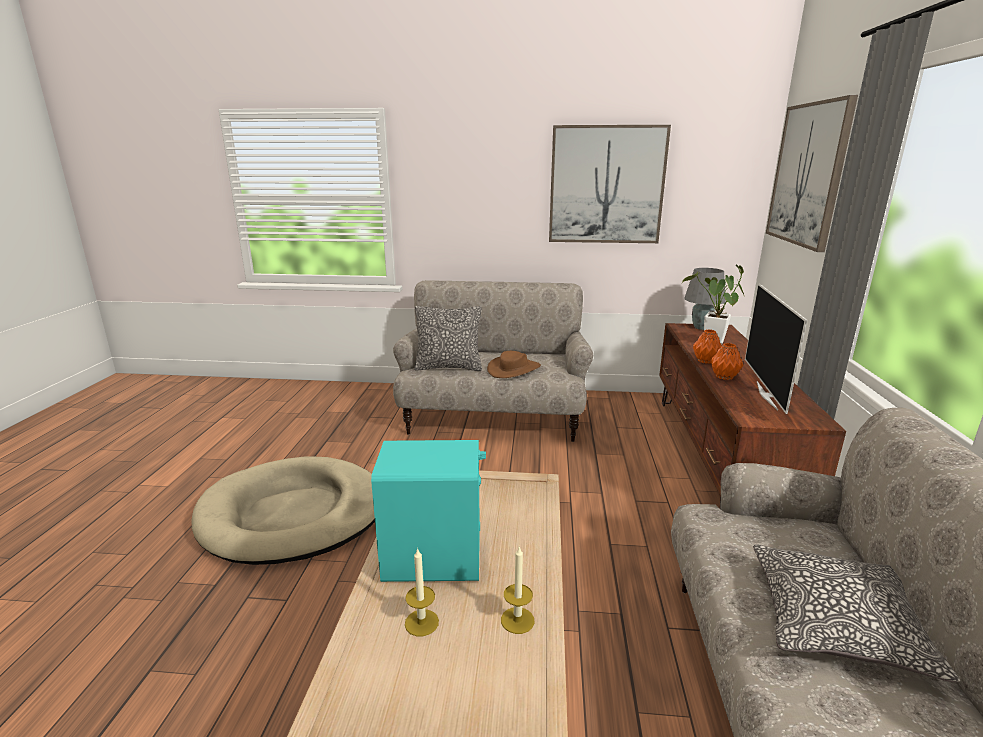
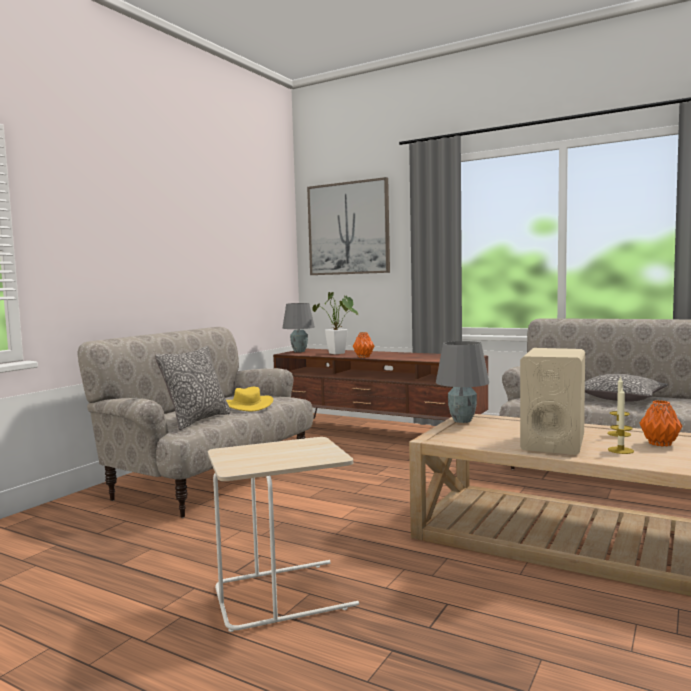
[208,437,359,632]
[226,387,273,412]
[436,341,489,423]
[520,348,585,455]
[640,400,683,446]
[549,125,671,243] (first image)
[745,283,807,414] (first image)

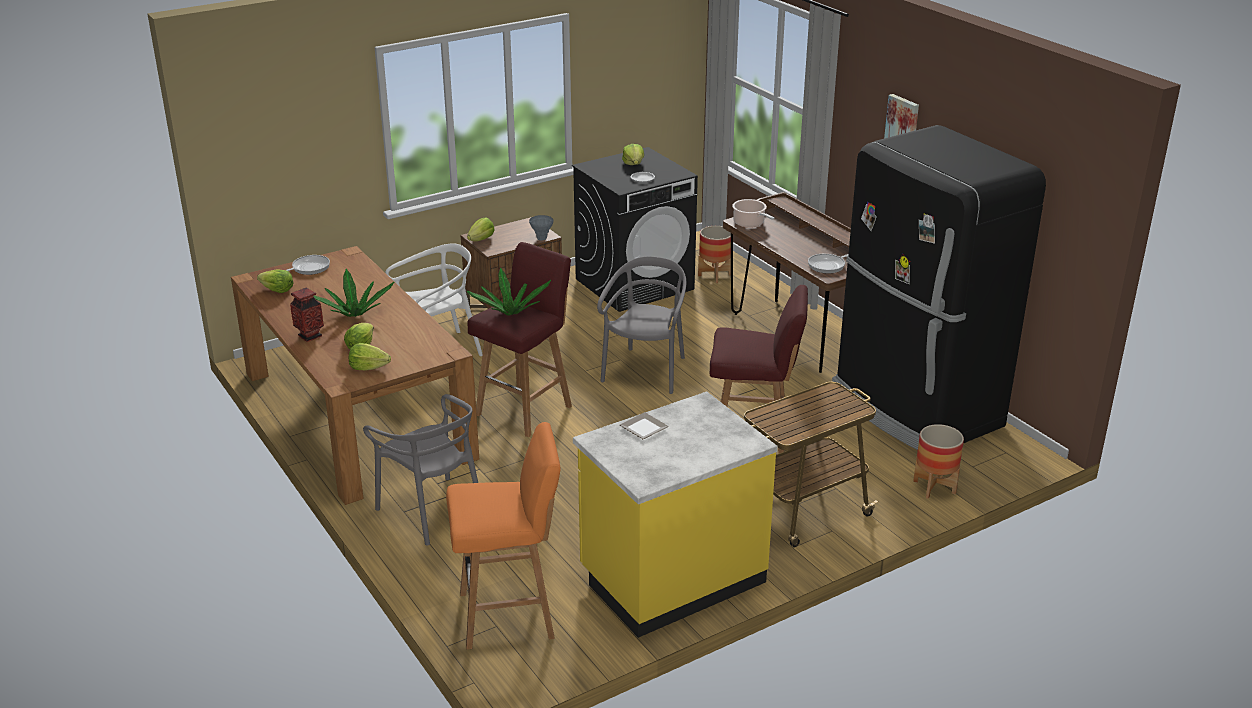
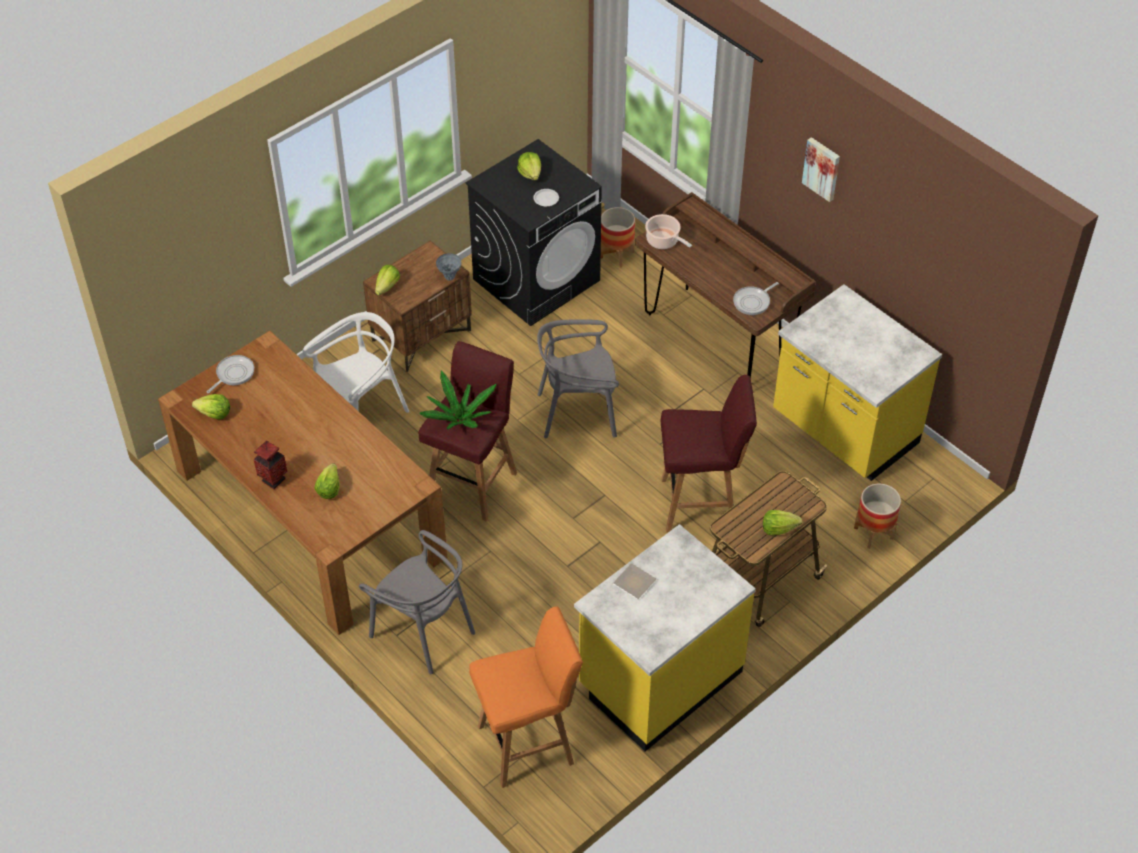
[537,319,619,438]
[763,510,802,535]
[773,284,942,481]
[313,269,394,317] (first image)

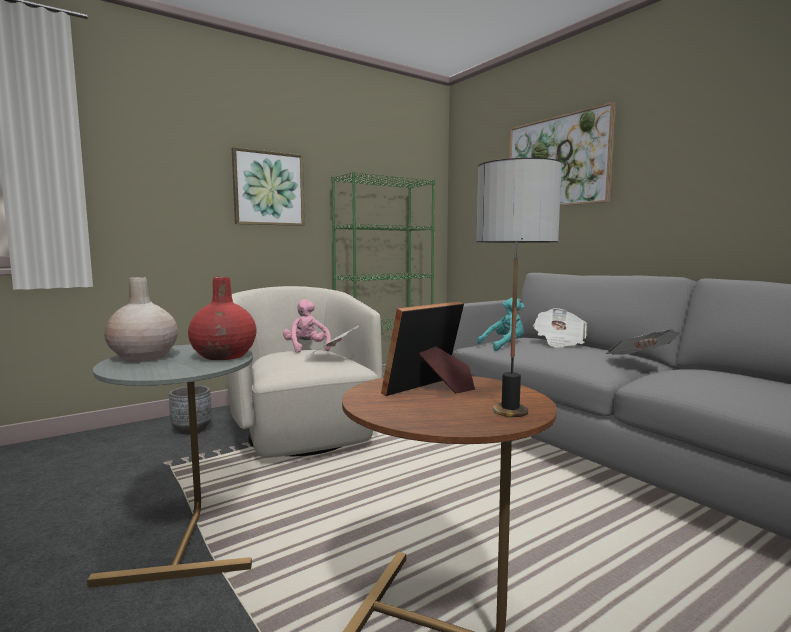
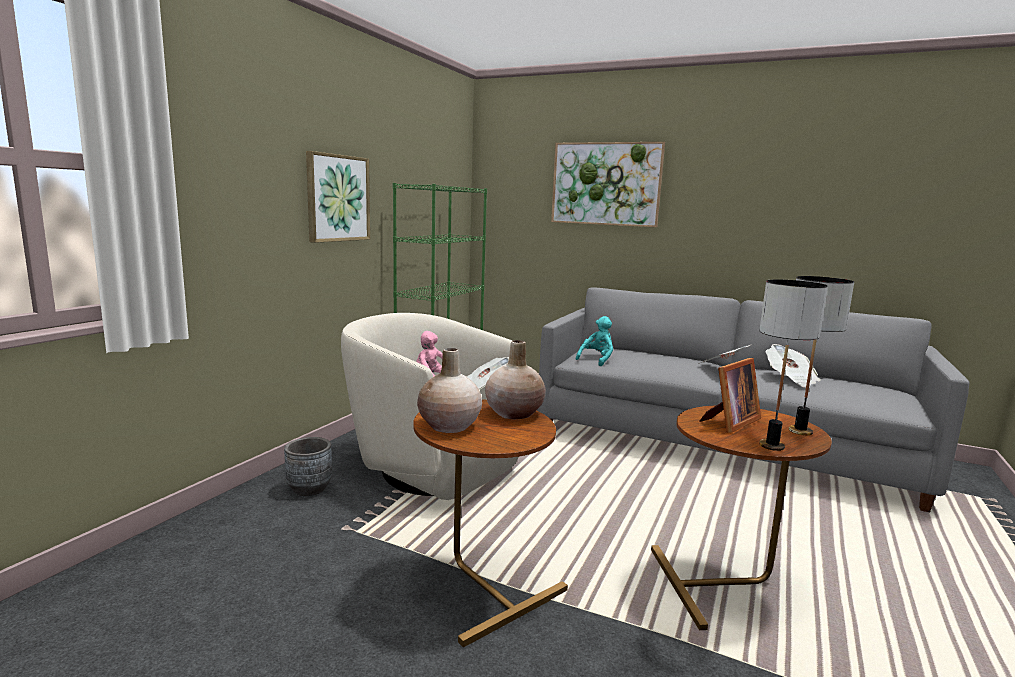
[413,399,568,647]
[485,340,546,419]
[700,358,761,433]
[759,279,828,451]
[766,344,821,388]

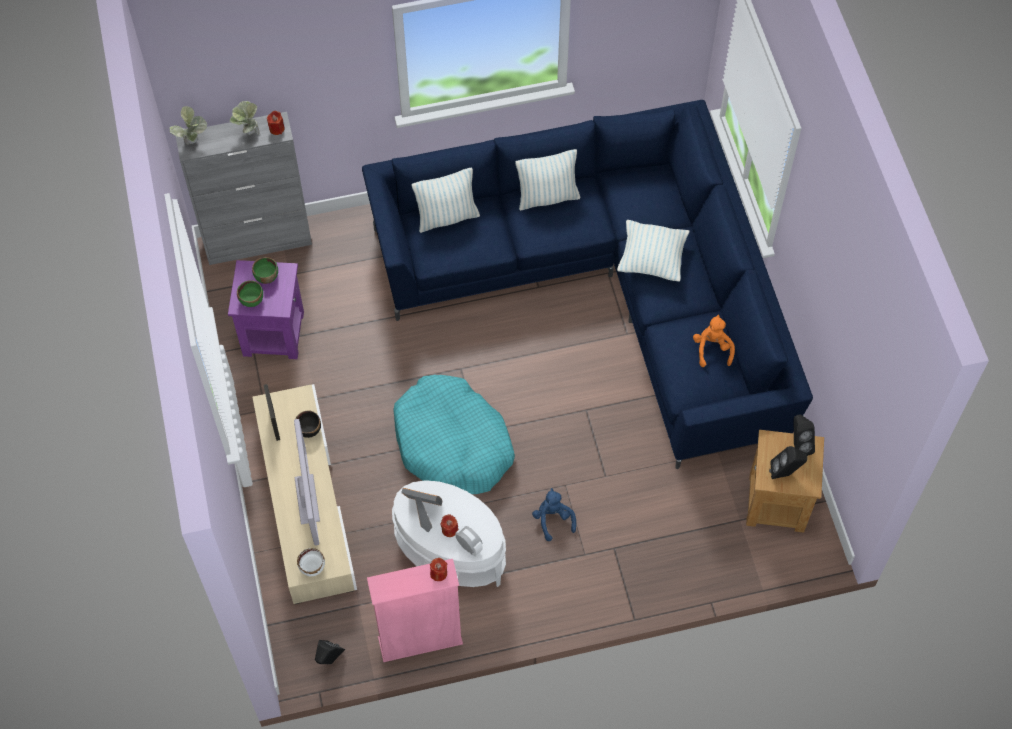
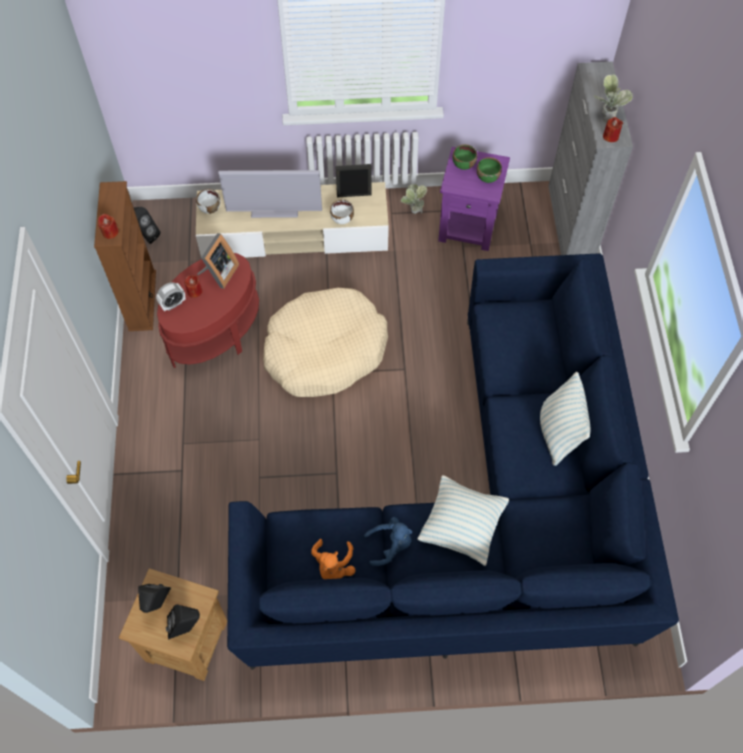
[94,181,156,331]
[157,253,259,368]
[263,288,388,397]
[311,539,356,579]
[330,199,354,224]
[364,517,412,566]
[401,184,427,214]
[412,167,480,233] (first image)

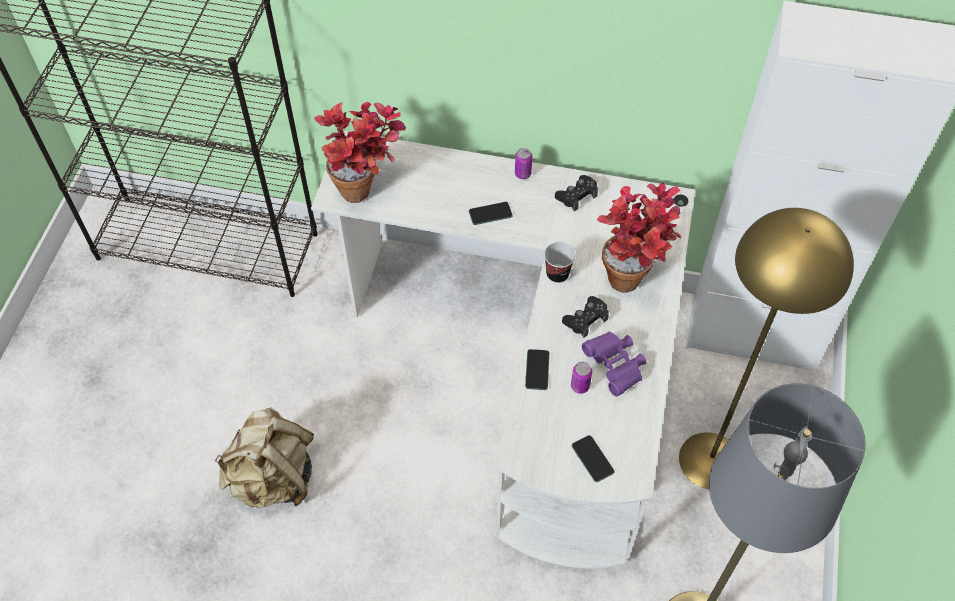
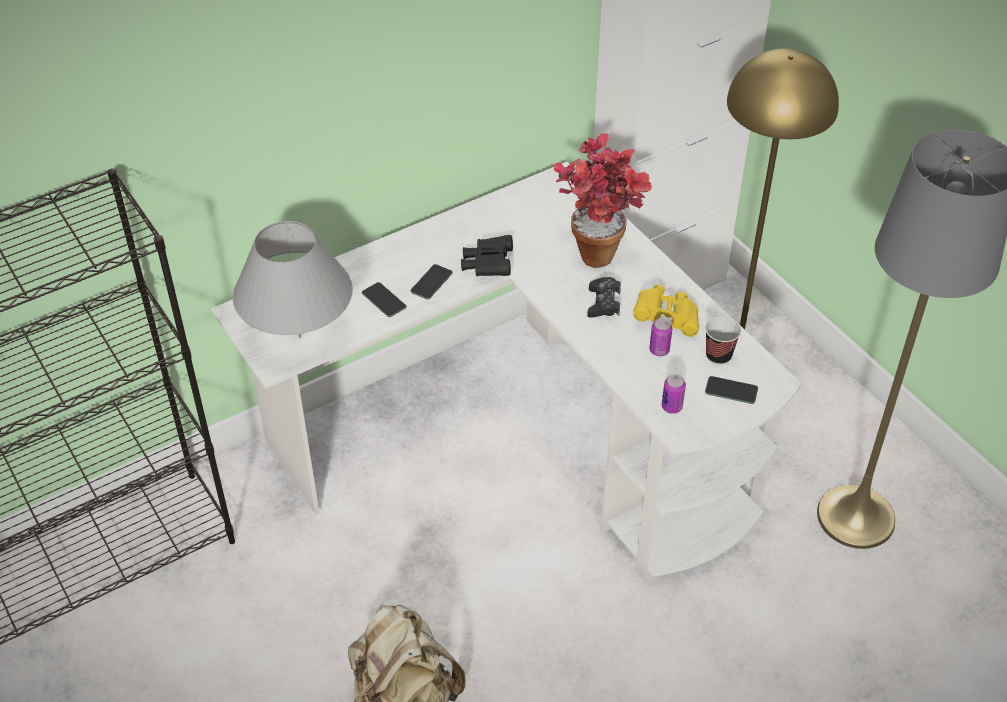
[233,221,353,338]
[362,282,406,317]
[461,235,513,276]
[633,285,699,337]
[662,374,686,414]
[705,316,741,365]
[555,175,598,211] (first image)

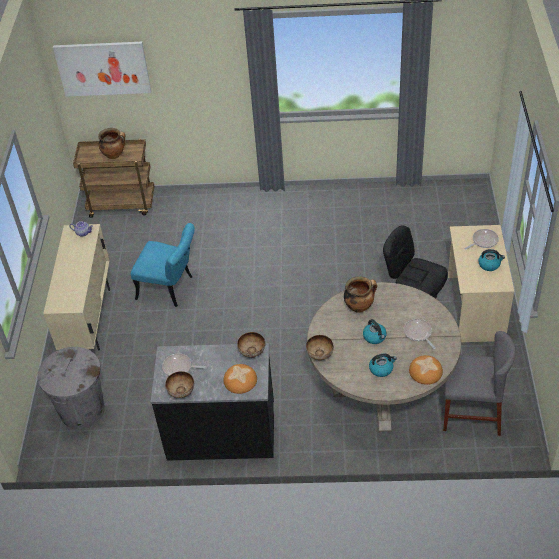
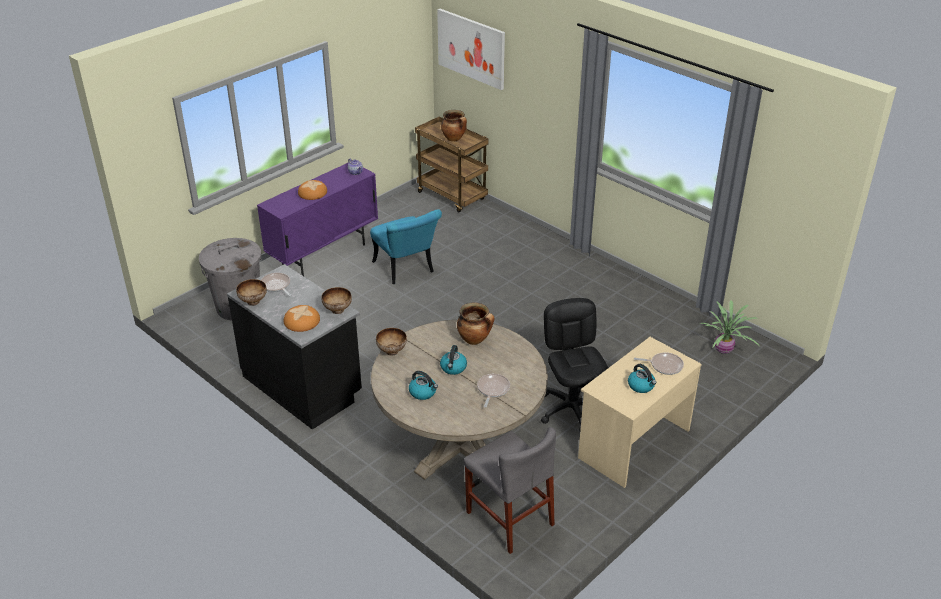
[257,163,378,276]
[298,180,327,200]
[700,300,759,354]

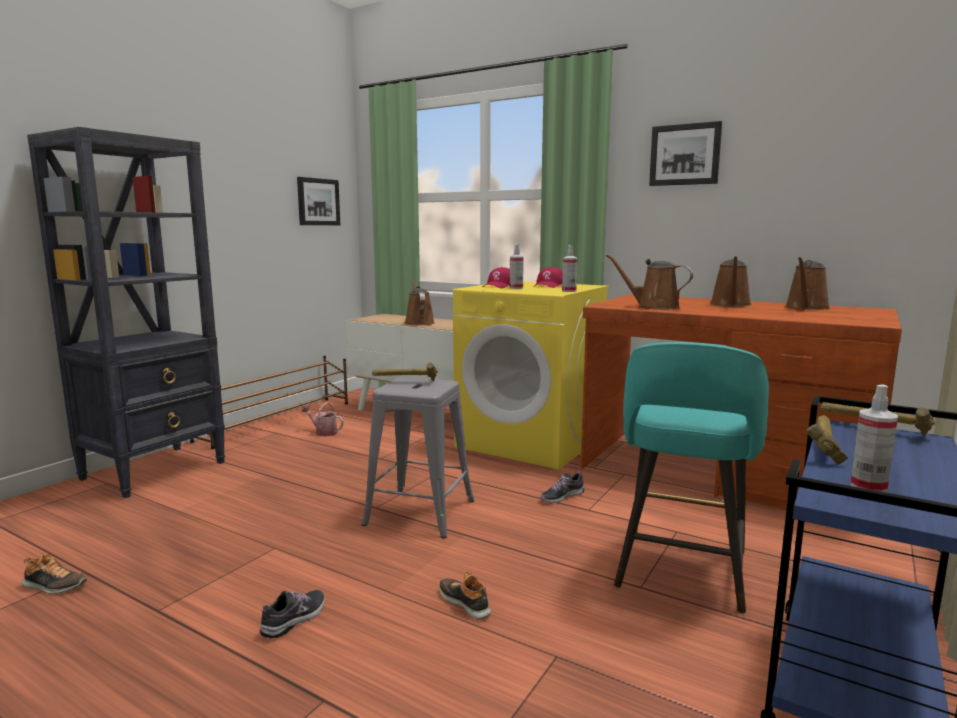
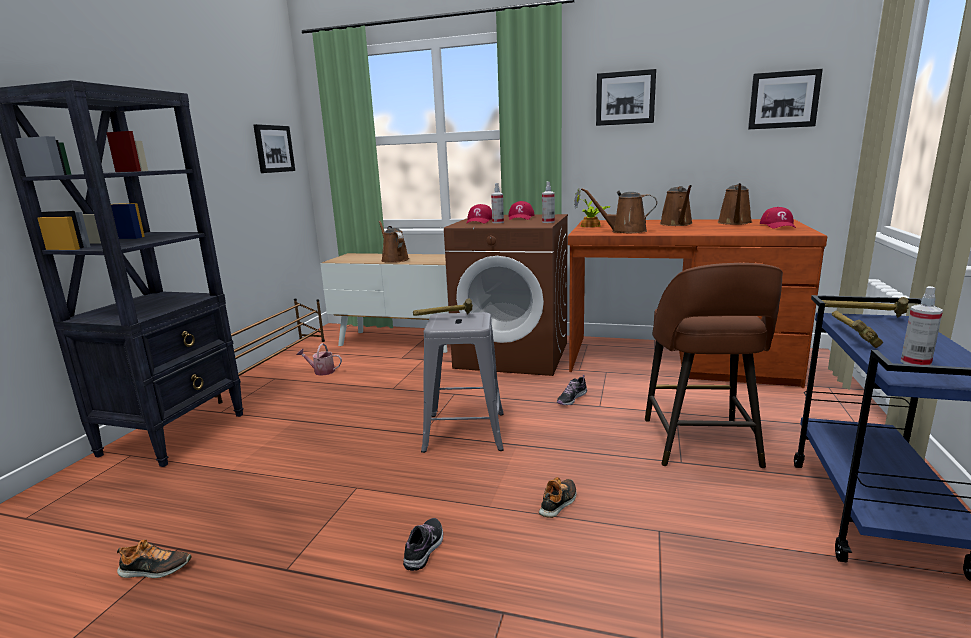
[444,214,568,376]
[539,477,576,518]
[574,190,611,227]
[645,263,783,468]
[748,69,823,130]
[760,207,796,229]

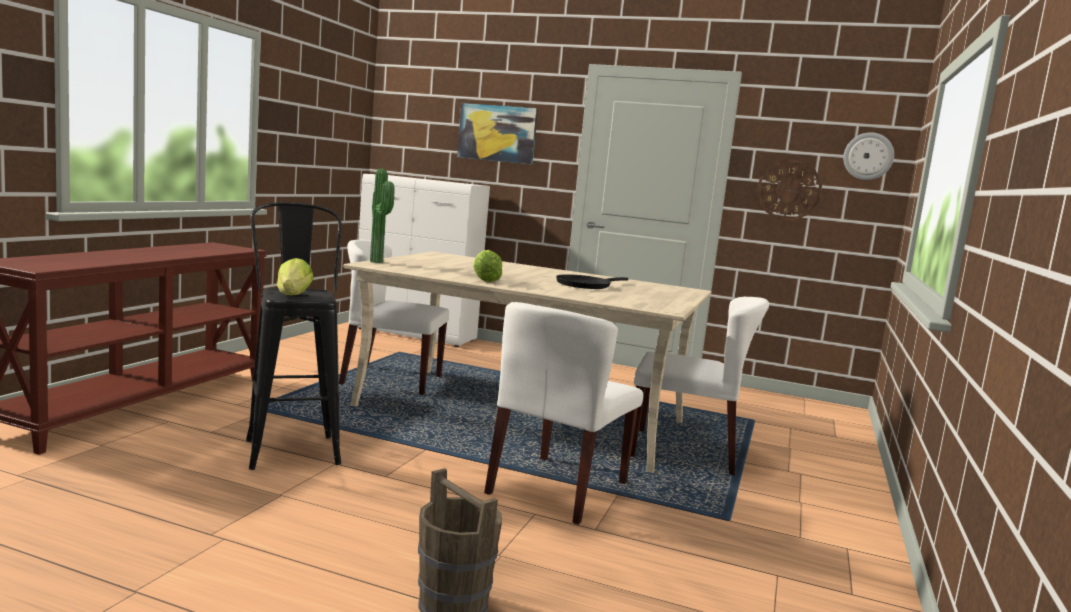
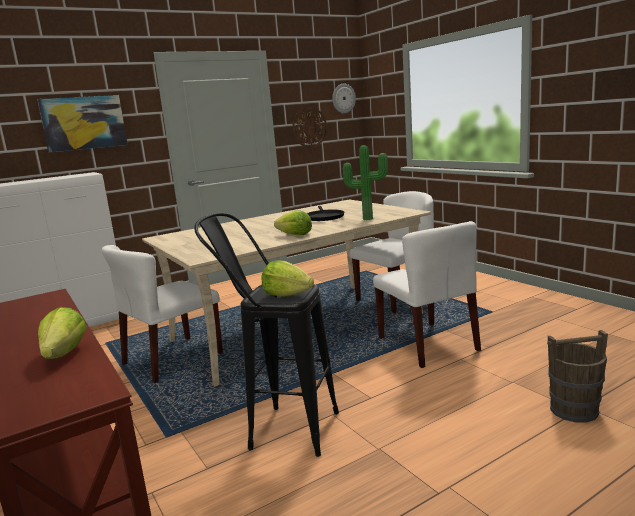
[38,307,87,359]
[343,145,388,220]

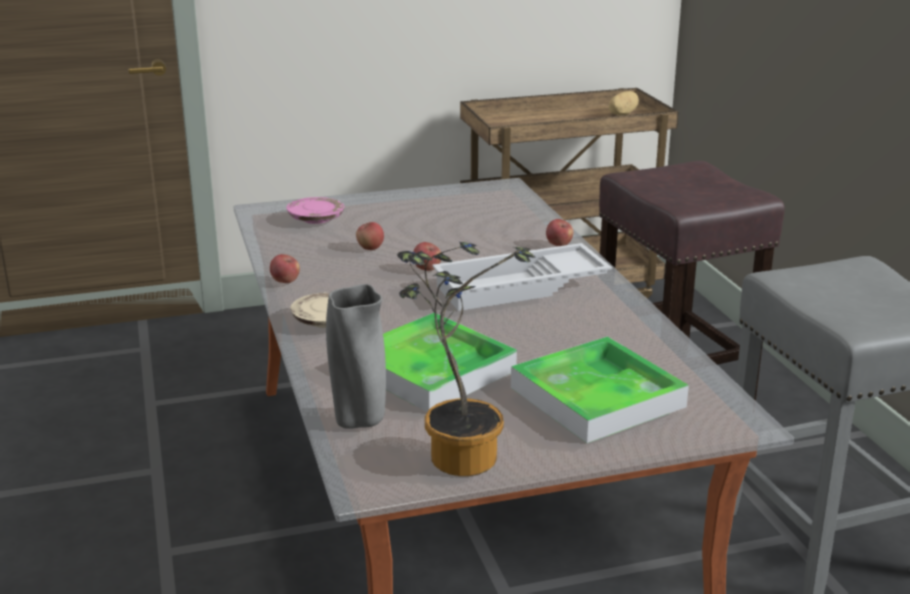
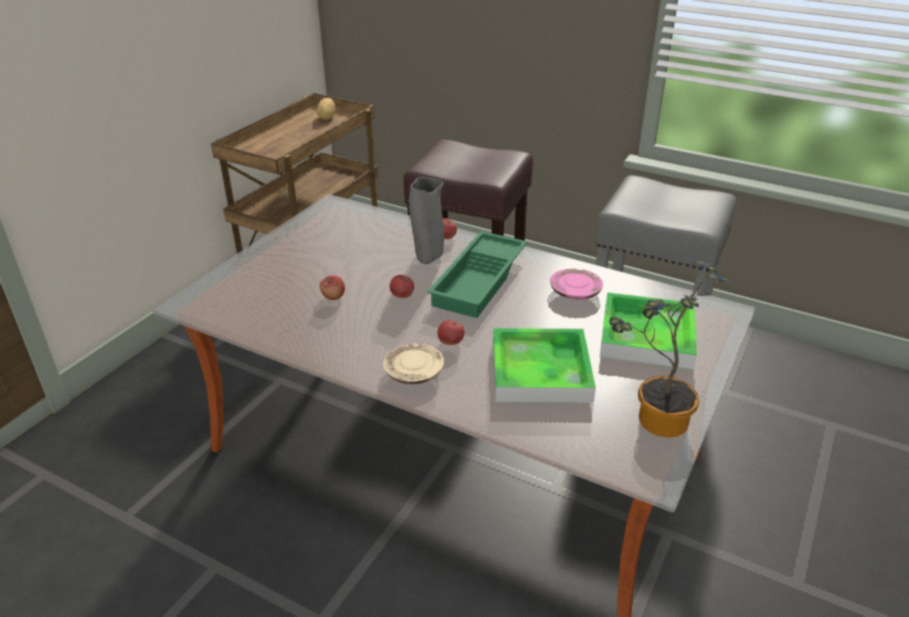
[409,177,444,264]
[427,231,527,318]
[437,320,465,345]
[550,268,603,300]

